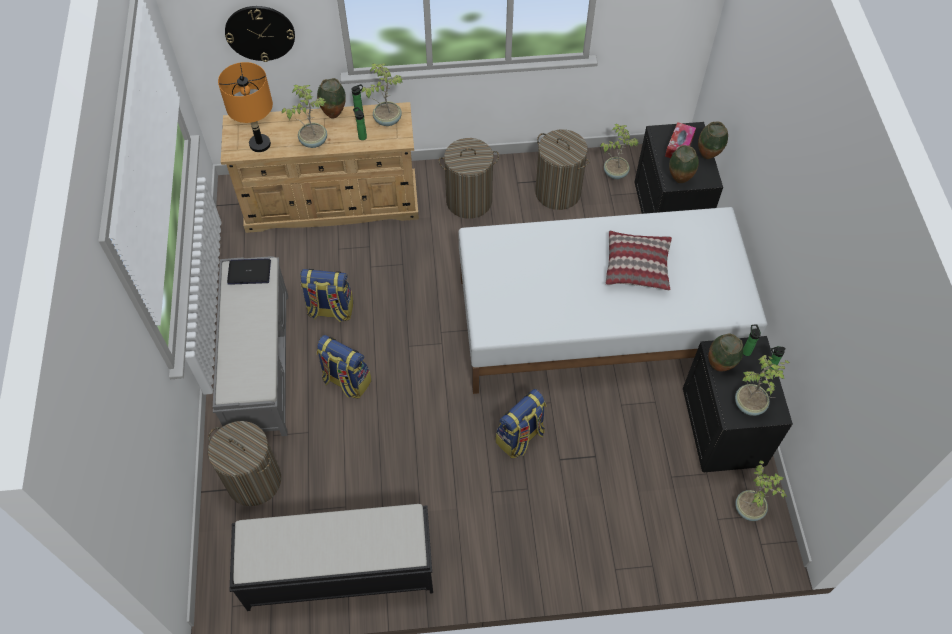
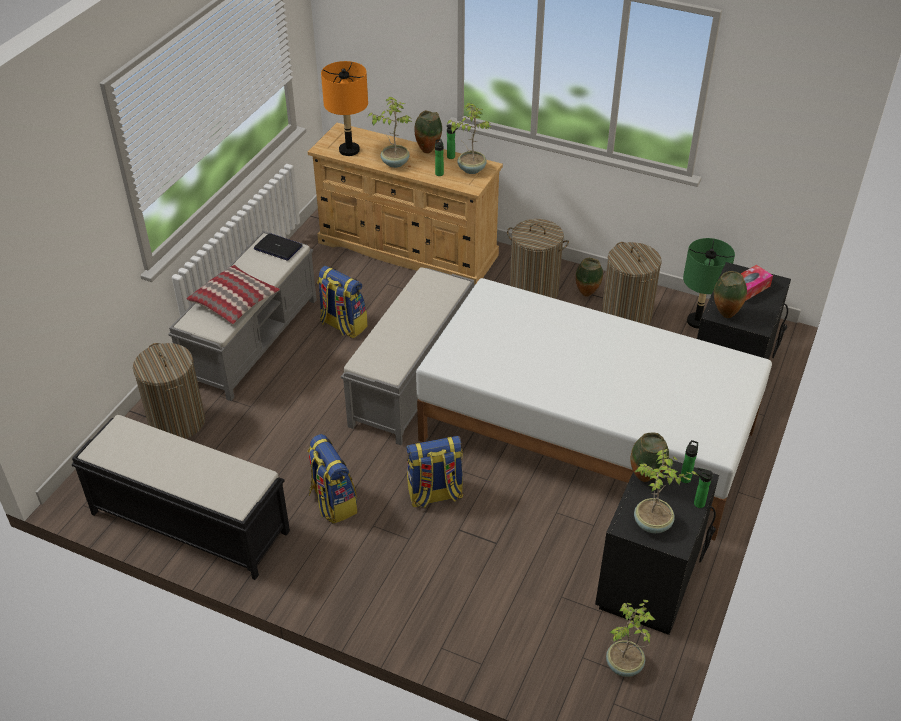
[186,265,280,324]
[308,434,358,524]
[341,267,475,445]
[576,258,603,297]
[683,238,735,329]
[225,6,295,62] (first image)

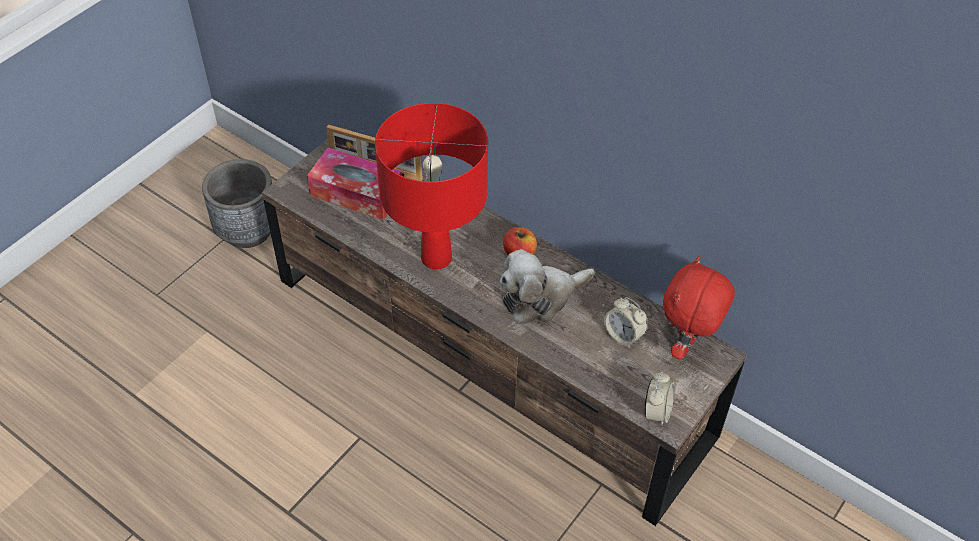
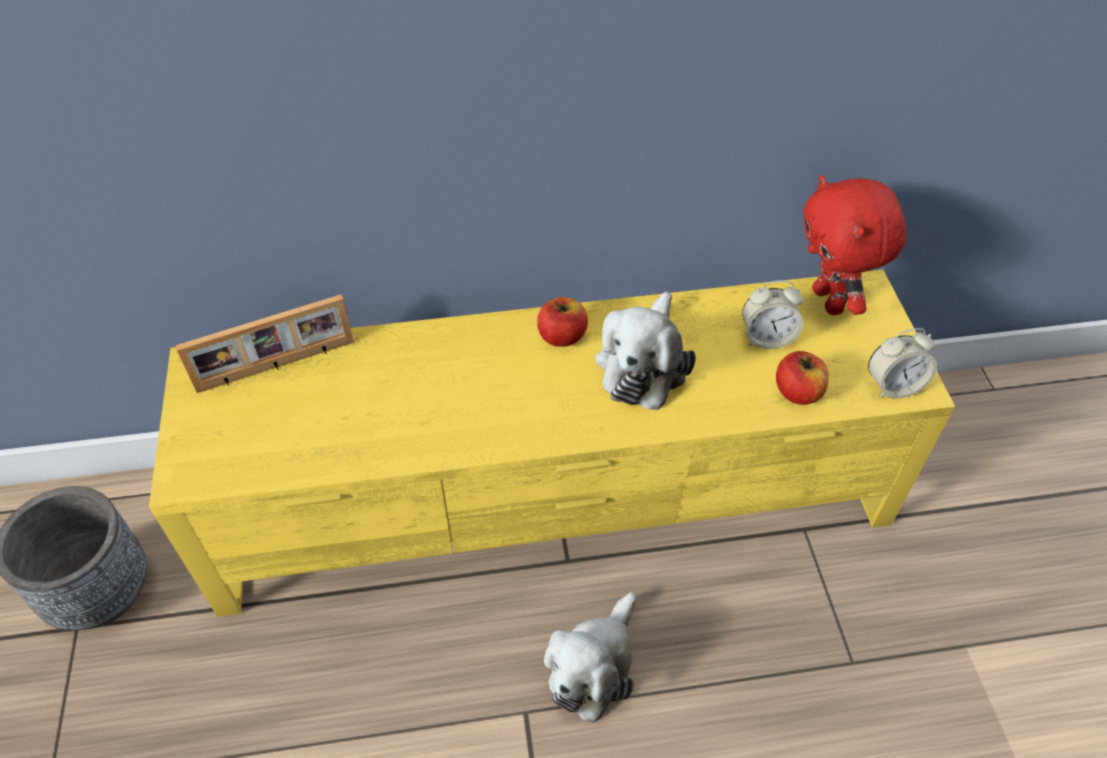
[149,269,955,617]
[544,592,637,723]
[776,351,829,405]
[868,328,937,399]
[307,148,402,220] (first image)
[375,103,488,269] (first image)

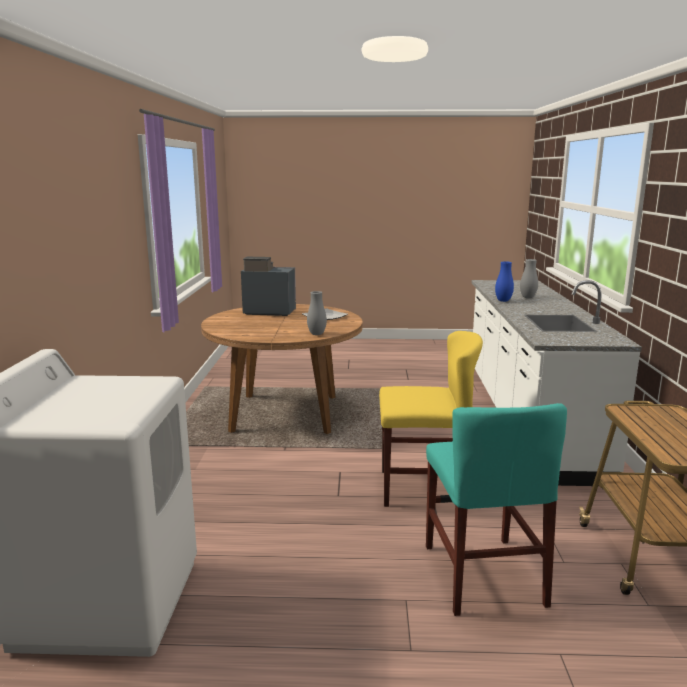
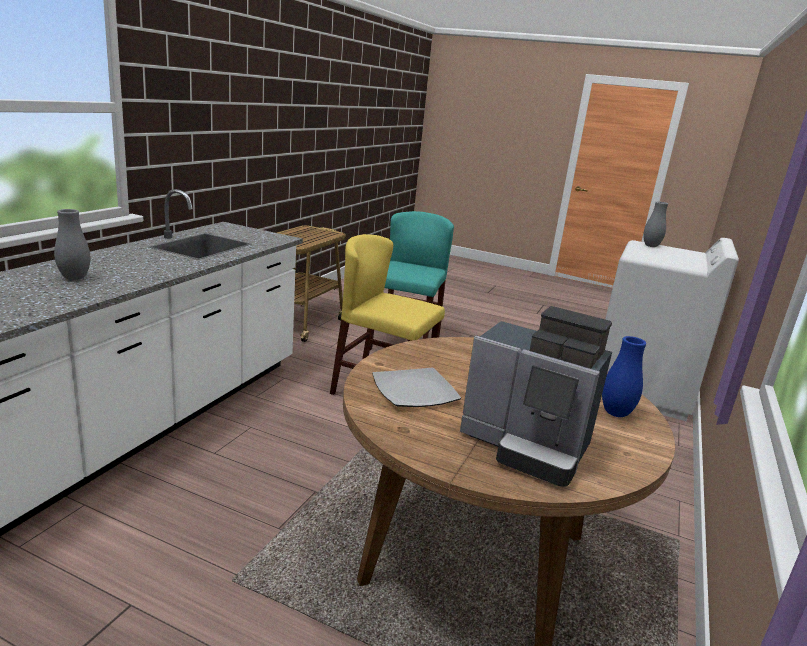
[602,336,646,417]
[643,201,668,247]

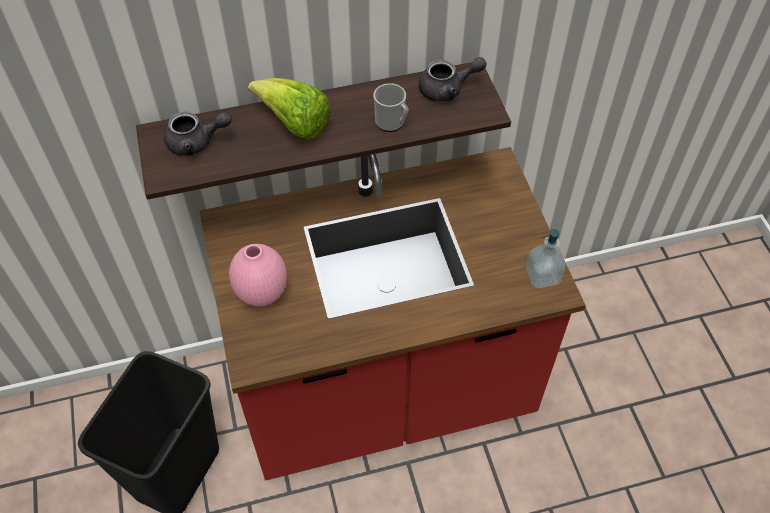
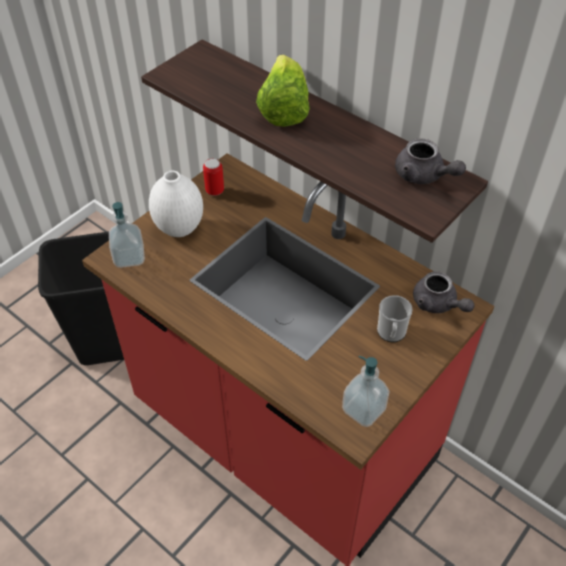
[109,202,145,268]
[149,171,203,237]
[203,159,224,196]
[377,295,413,342]
[413,272,475,313]

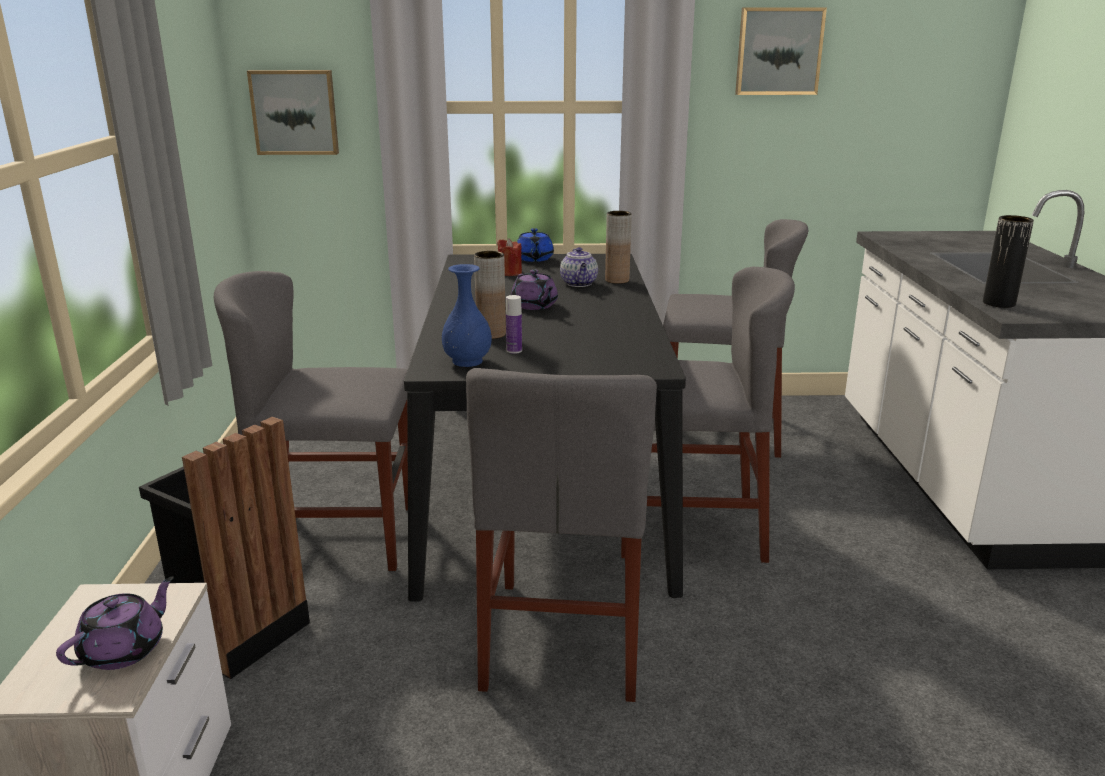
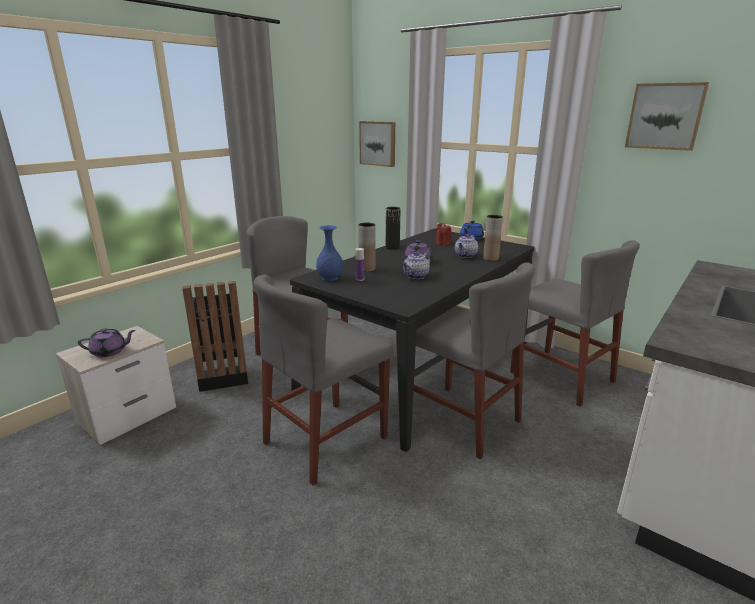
[386,207,400,250]
[402,251,430,279]

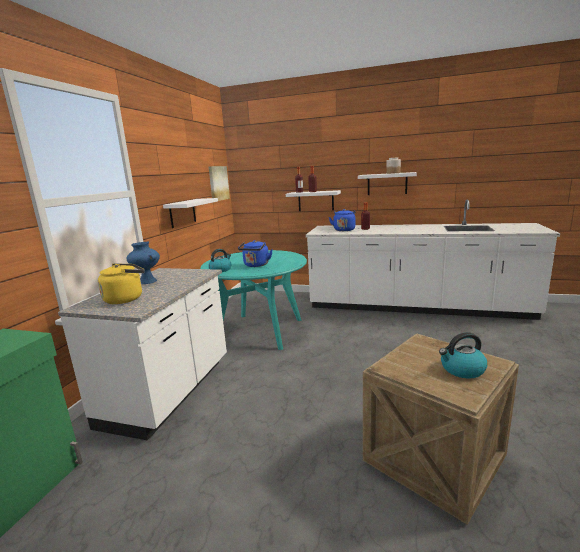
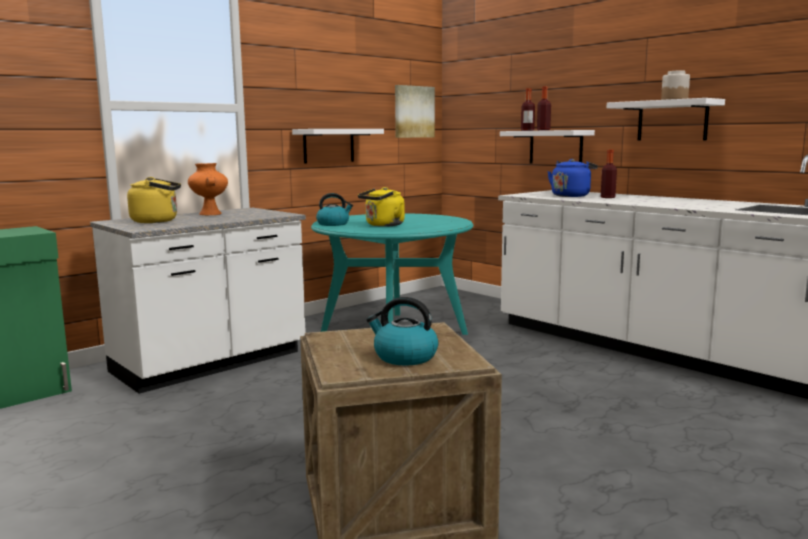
[188,163,228,215]
[358,187,405,227]

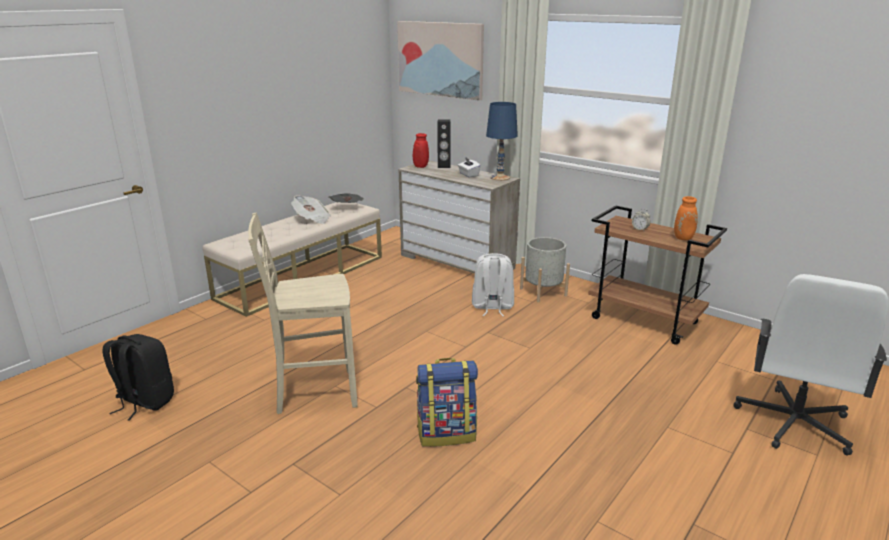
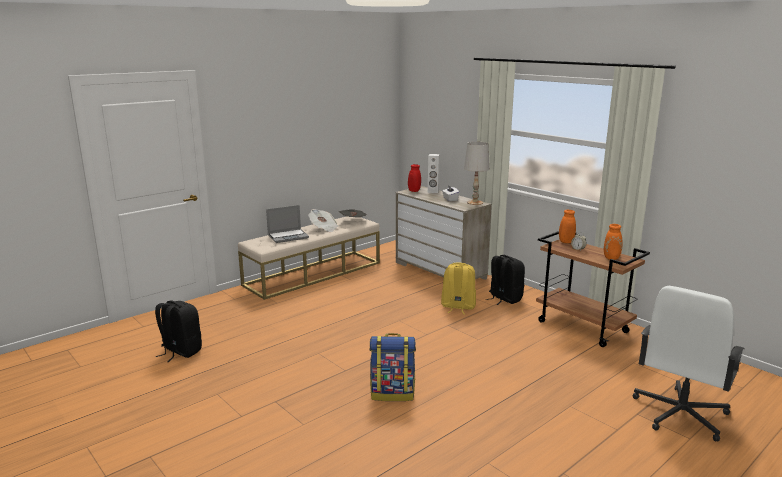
[266,205,309,243]
[428,154,440,193]
[441,262,476,314]
[464,142,490,205]
[486,255,525,305]
[559,210,576,243]
[248,213,358,414] (first image)
[397,21,484,101] (first image)

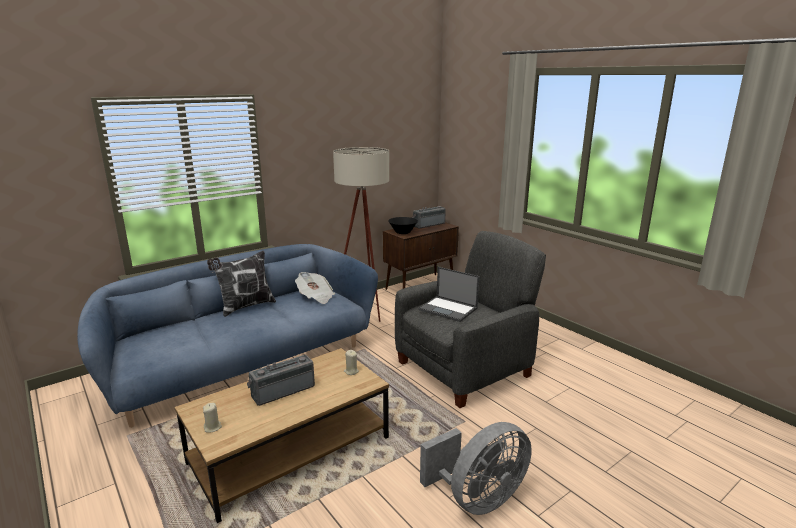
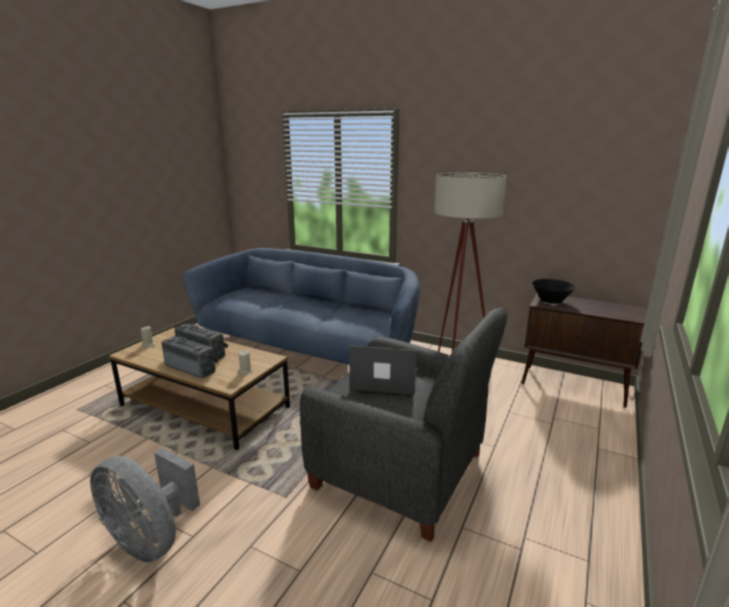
[161,336,219,378]
[349,345,418,395]
[207,251,276,317] (first image)
[295,272,335,304] (first image)

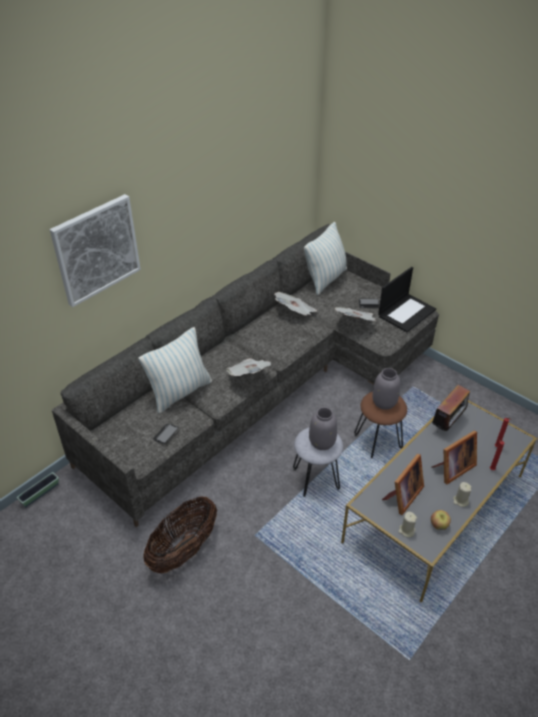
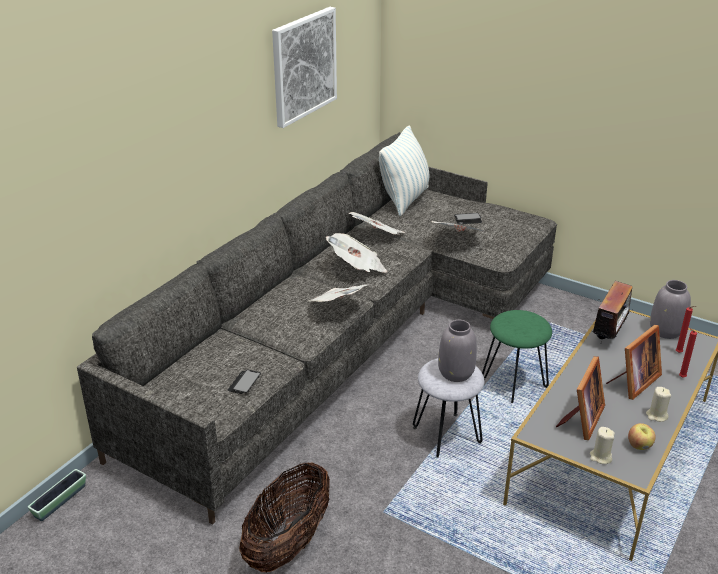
[272,7,337,128]
[326,233,388,273]
[482,310,552,403]
[650,280,691,339]
[138,327,212,414] (first image)
[378,267,436,332] (first image)

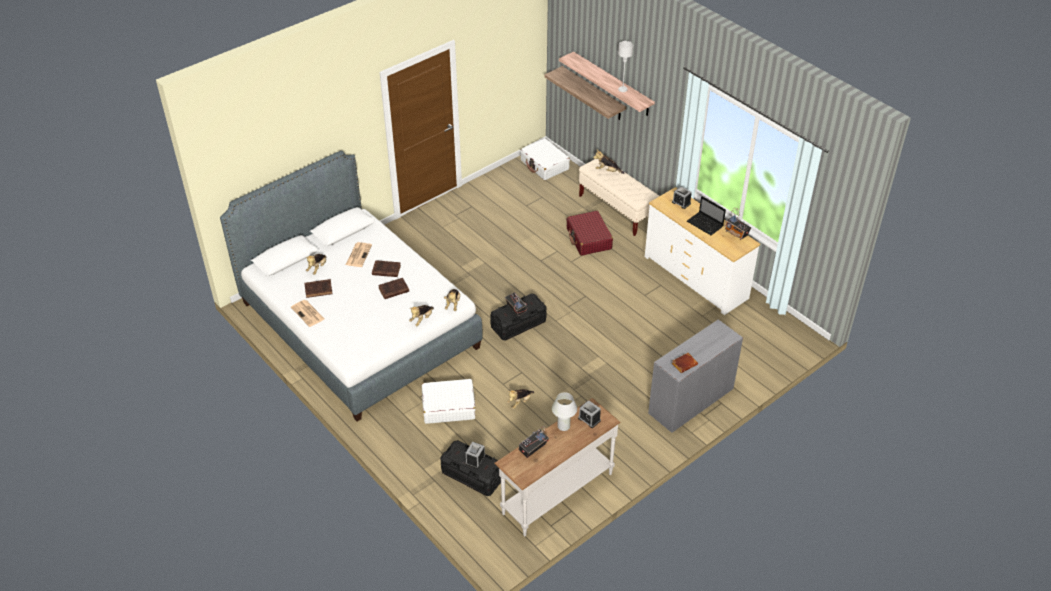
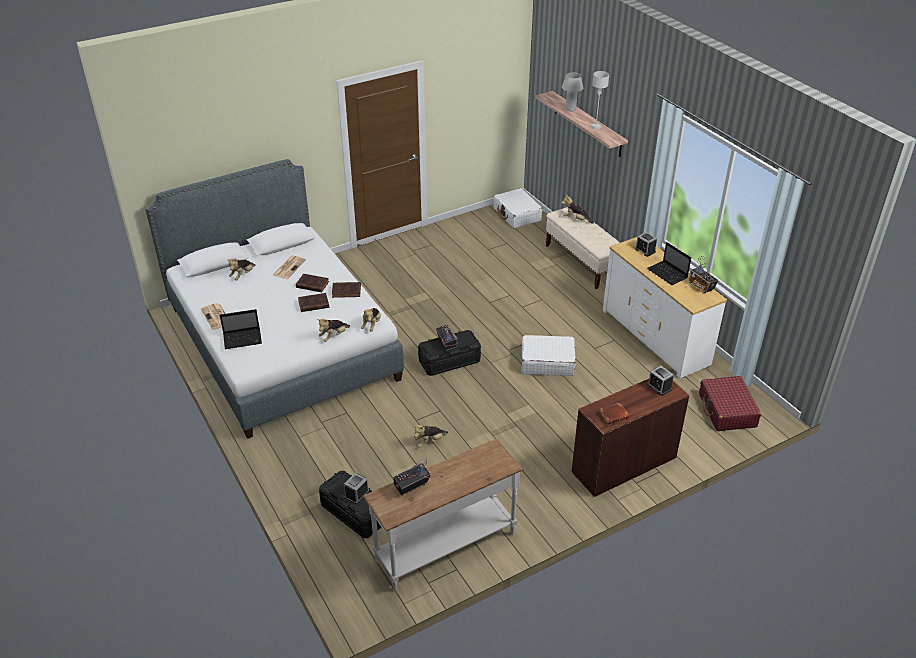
[220,309,262,349]
[332,282,361,298]
[522,335,576,376]
[562,72,583,111]
[572,379,689,497]
[647,366,674,396]
[699,376,761,431]
[544,66,626,120] (first image)

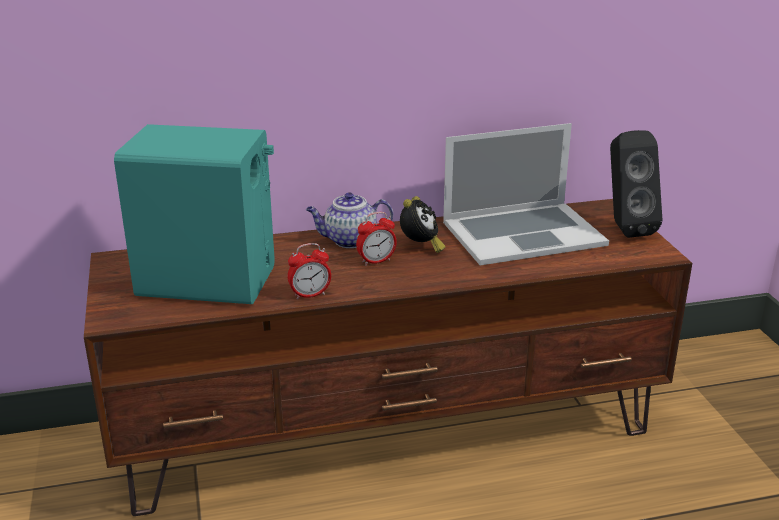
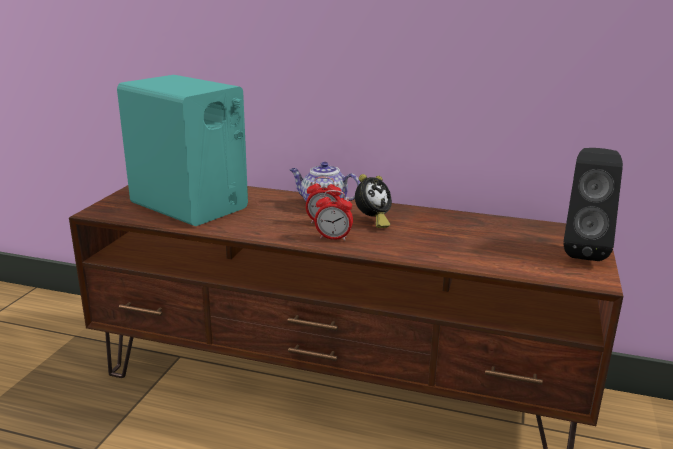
[314,190,353,241]
[443,123,609,265] (first image)

